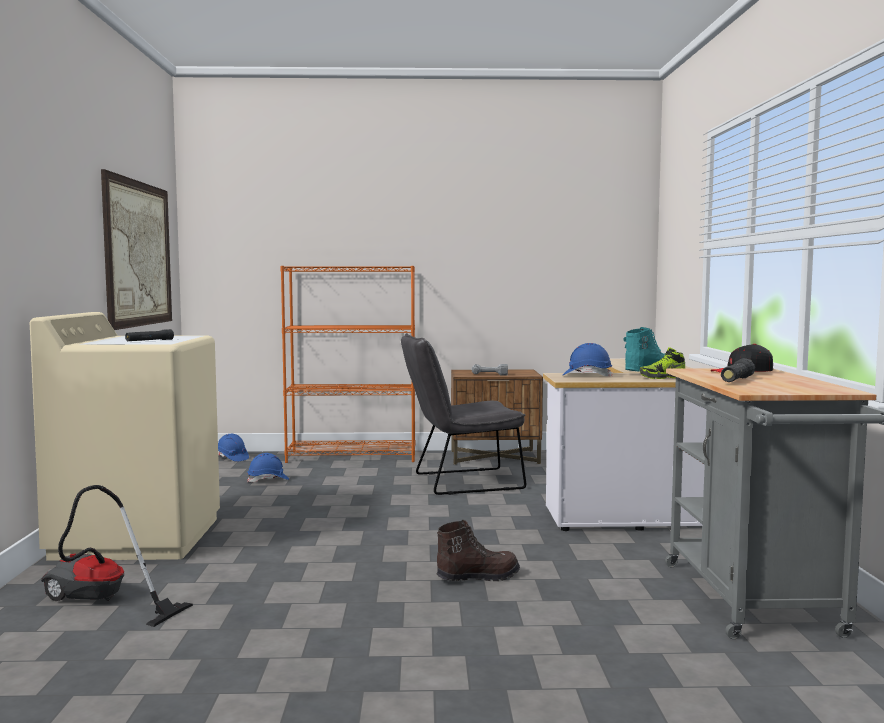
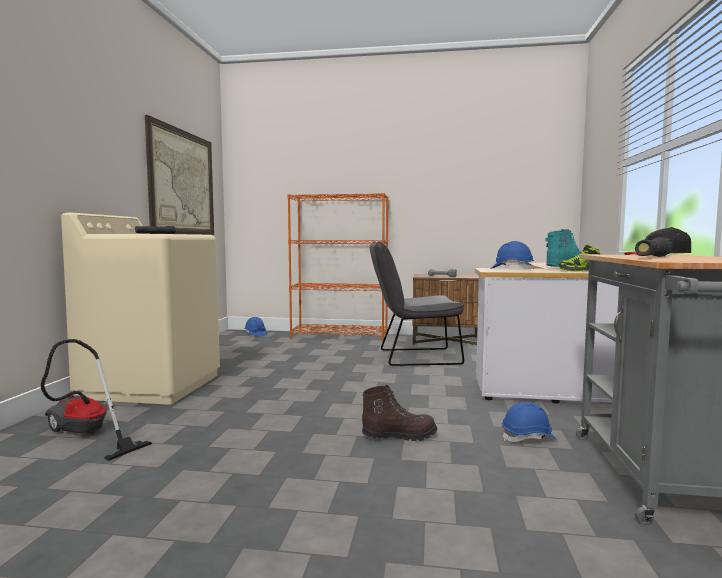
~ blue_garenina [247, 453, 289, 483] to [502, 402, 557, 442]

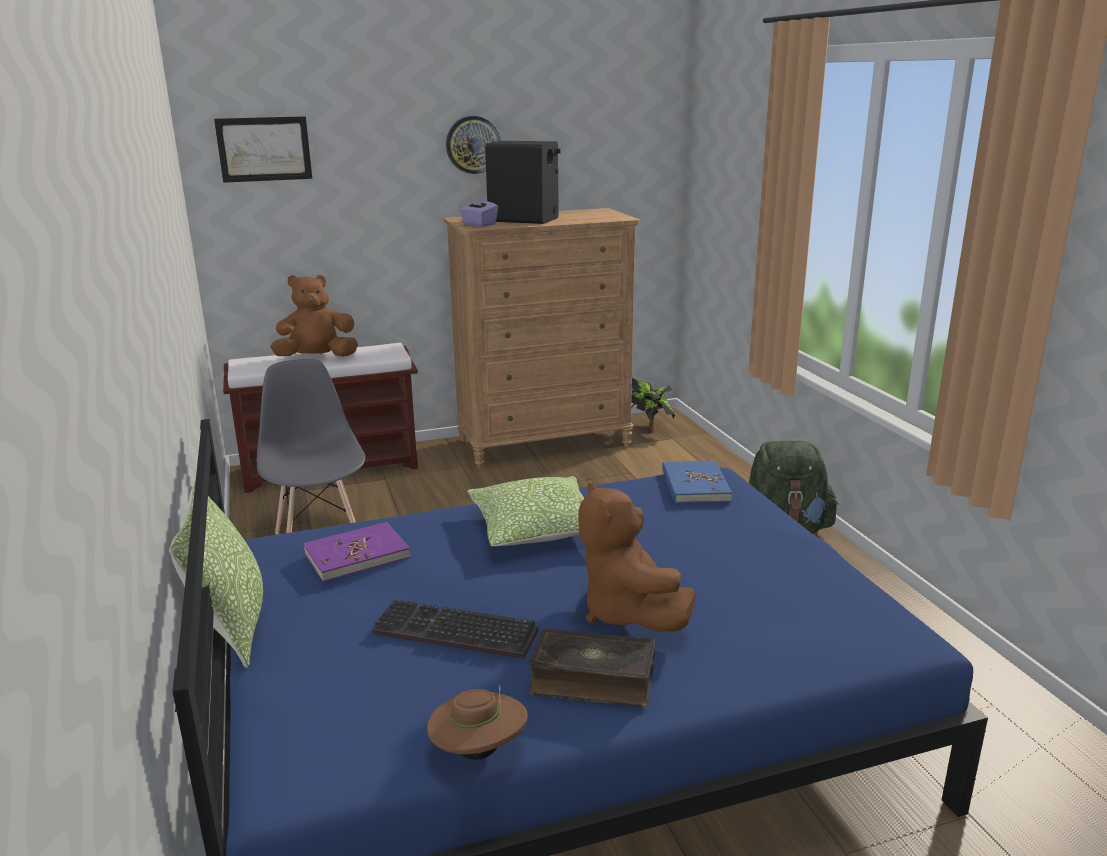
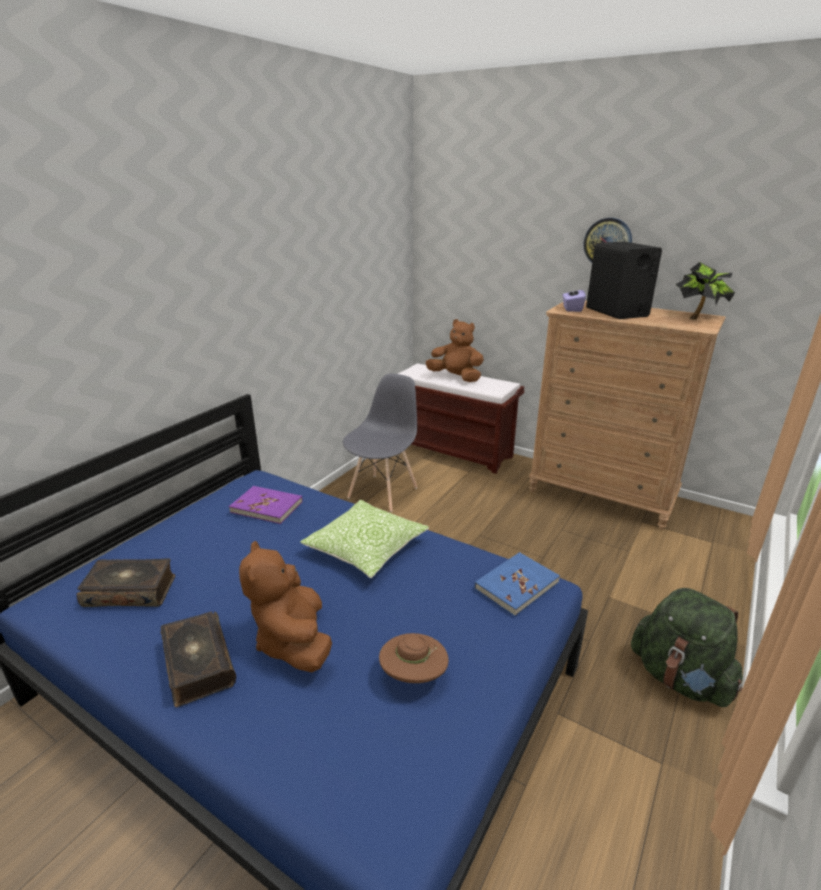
- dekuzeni [169, 481, 263, 668]
- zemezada [214, 116, 312, 183]
- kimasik [373, 600, 538, 659]
~ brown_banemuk [427, 683, 528, 760] to [379, 633, 449, 683]
~ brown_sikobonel [578, 480, 696, 632] = [239, 541, 332, 672] 45 degrees counterclockwise
~ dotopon [631, 378, 675, 434] to [675, 262, 735, 320]
+ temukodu [77, 558, 175, 607]

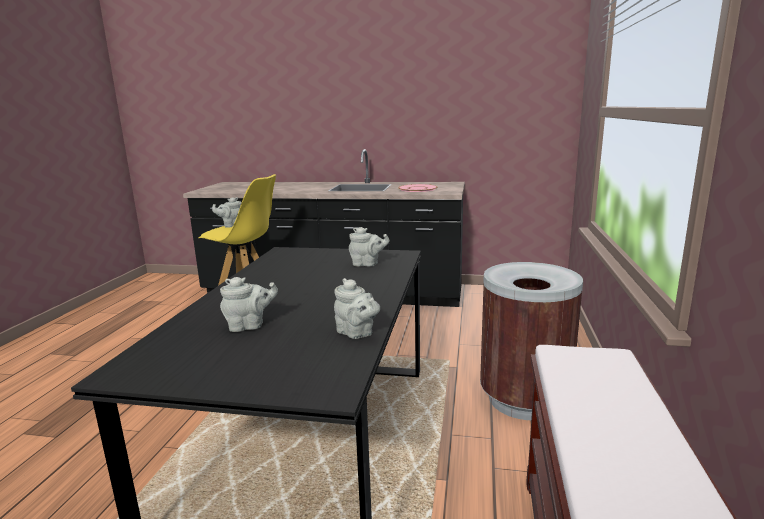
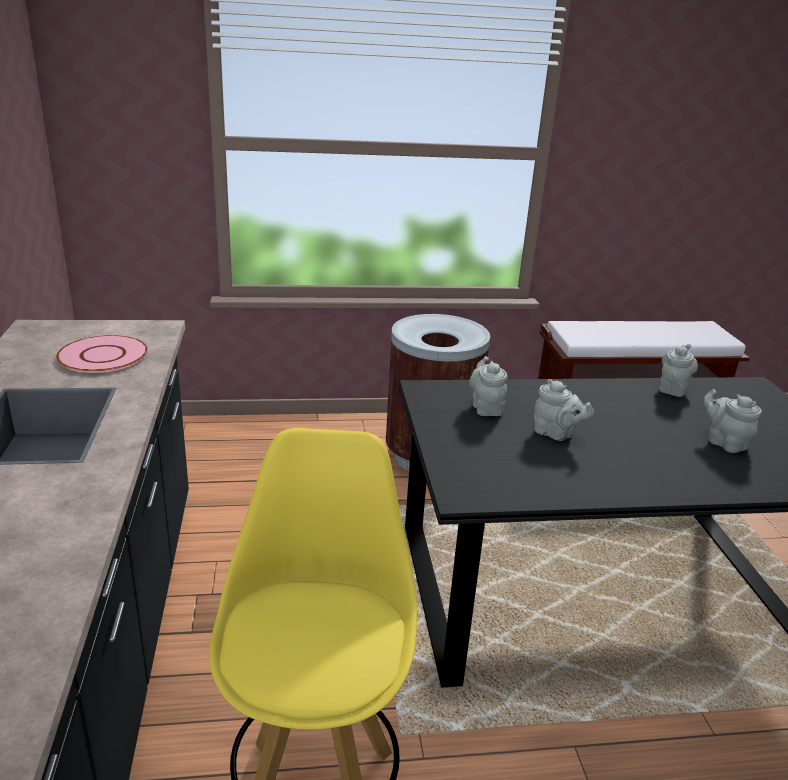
~ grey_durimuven [212, 197, 242, 228] to [534, 379, 594, 441]

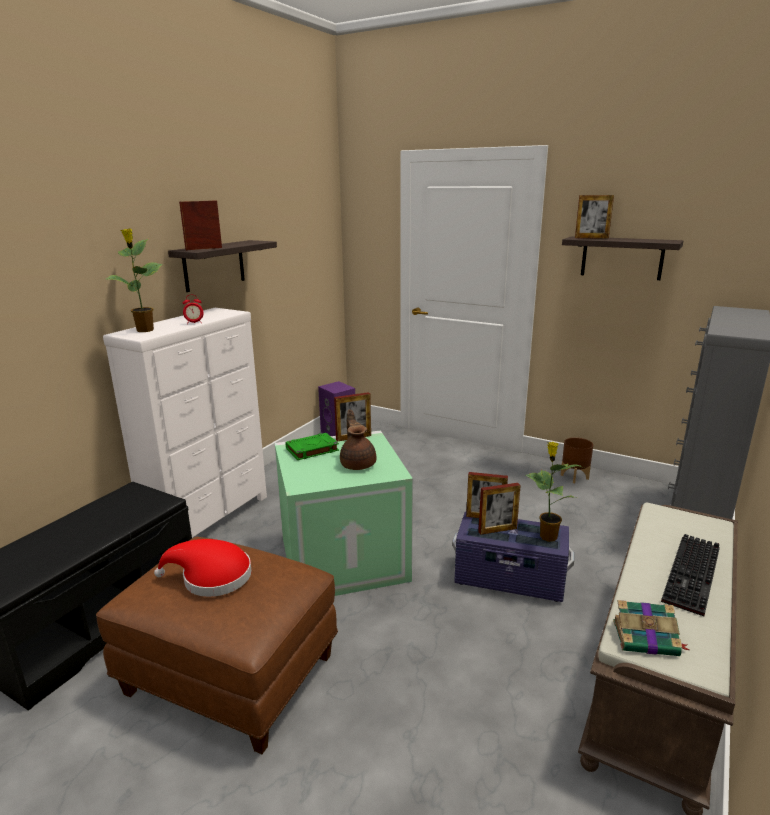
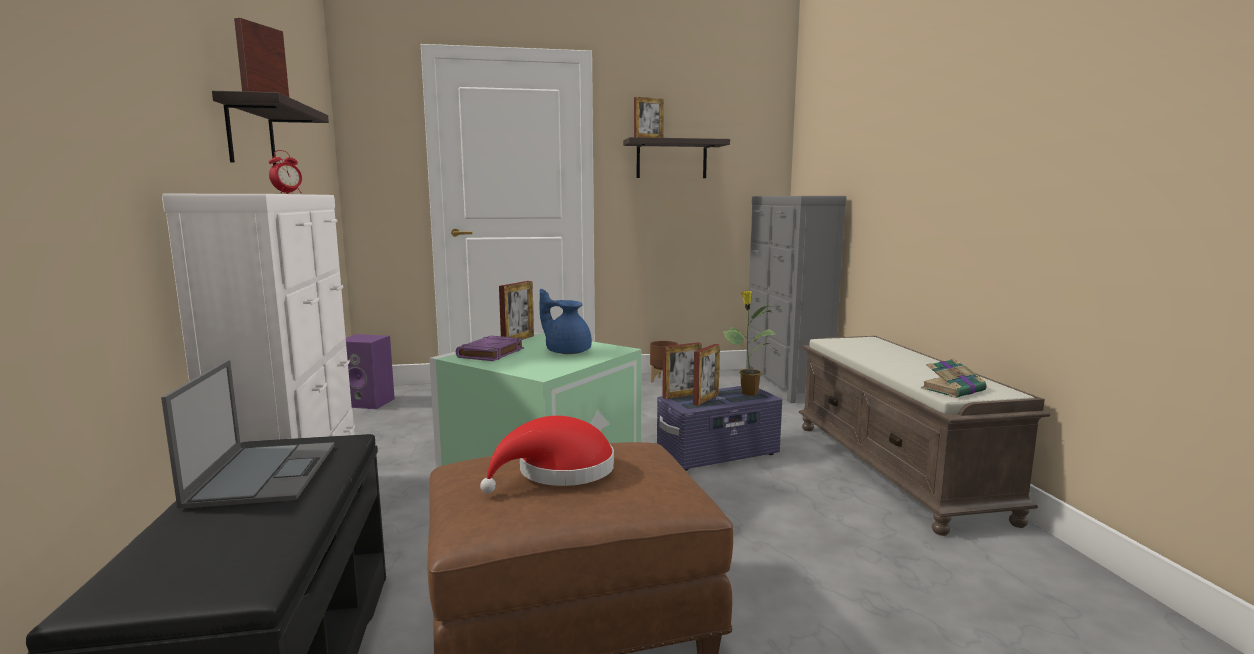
- dotopon [106, 228, 163, 332]
~ green_temukodu [285, 433, 339, 460] to purple_temukodu [456, 336, 524, 361]
~ brown_durimuven [340, 409, 376, 470] to blue_durimuven [540, 289, 592, 354]
- kimasik [661, 534, 720, 616]
+ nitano [161, 360, 334, 509]

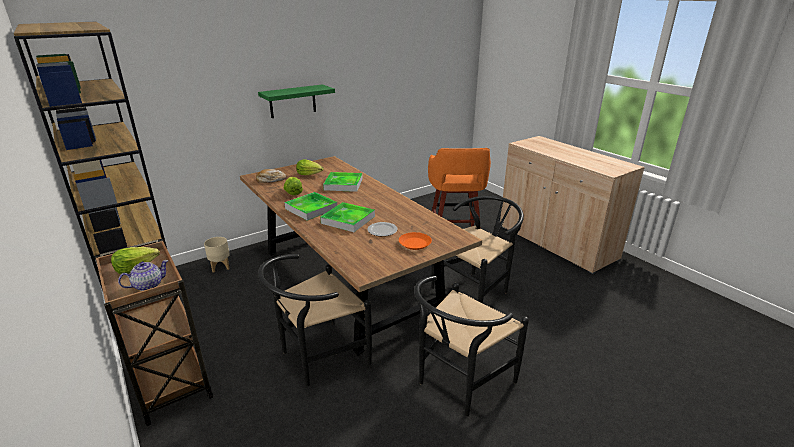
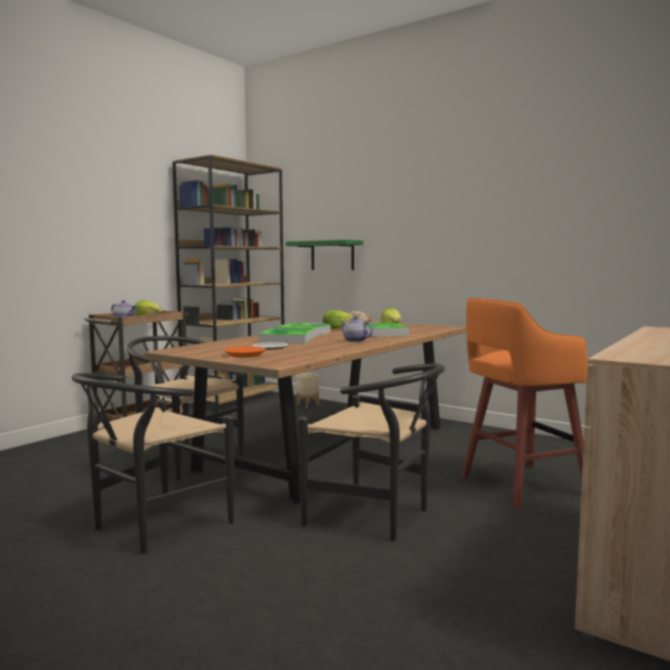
~ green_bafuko [258, 84, 335, 118] to [286, 240, 363, 270]
~ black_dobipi [414, 276, 529, 416] = [72, 373, 235, 554] 75 degrees counterclockwise
+ durimuven [340, 316, 373, 342]

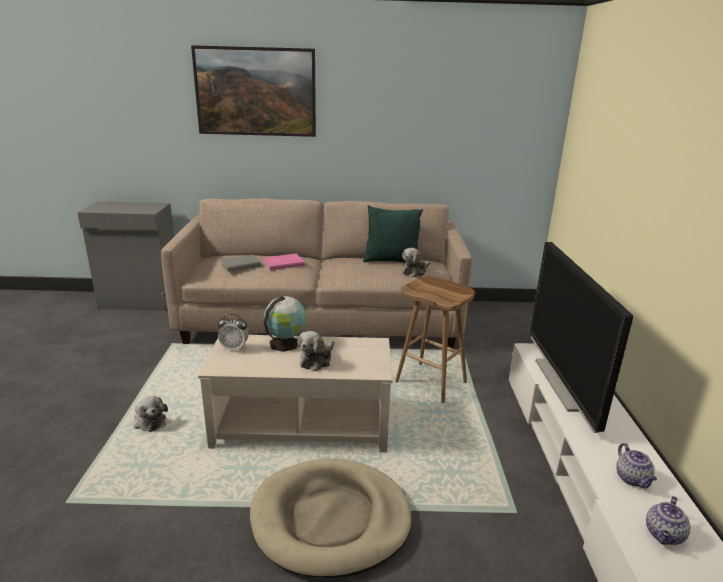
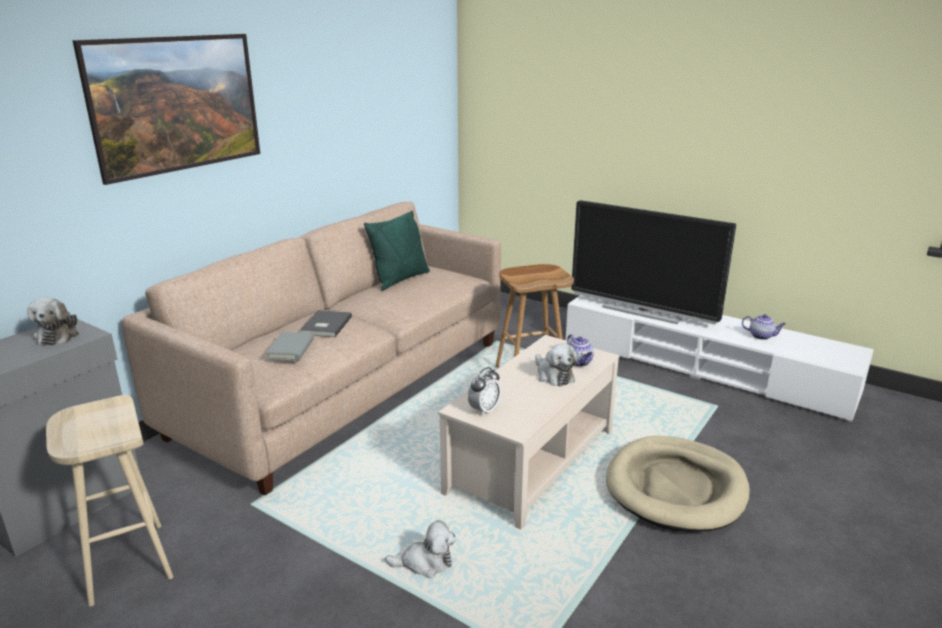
~ pink_temukodu [263, 253, 305, 270] to grey_temukodu [300, 310, 352, 337]
- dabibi [264, 296, 307, 352]
~ sikobonel [402, 248, 430, 277] to [27, 298, 79, 346]
~ durimuven [646, 496, 691, 545] to [567, 334, 594, 367]
+ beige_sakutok [46, 395, 173, 607]

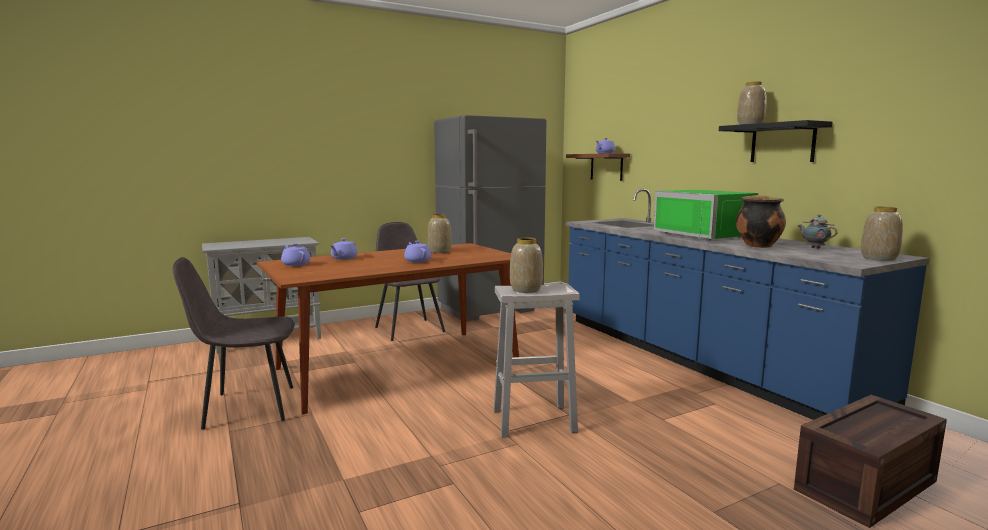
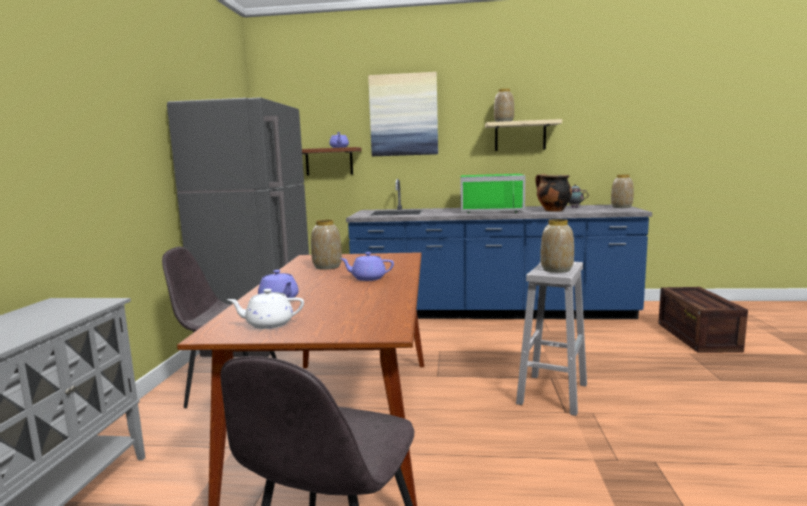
~ purple_durimuven [281, 243, 310, 266] to white_durimuven [227, 289, 304, 329]
~ black_bafuko [719, 120, 833, 162] to beige_bafuko [485, 119, 562, 151]
+ zemezada [368, 72, 438, 156]

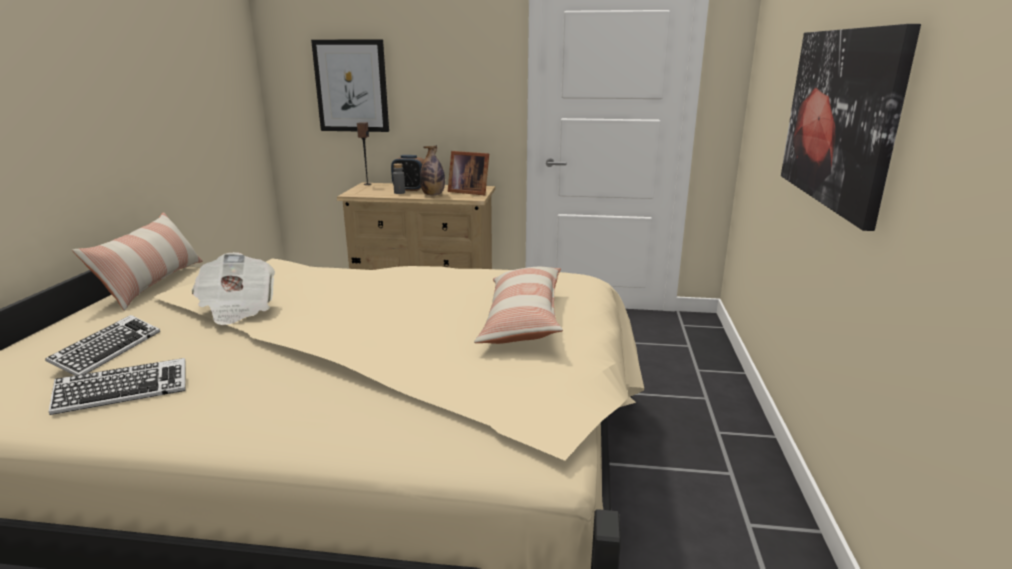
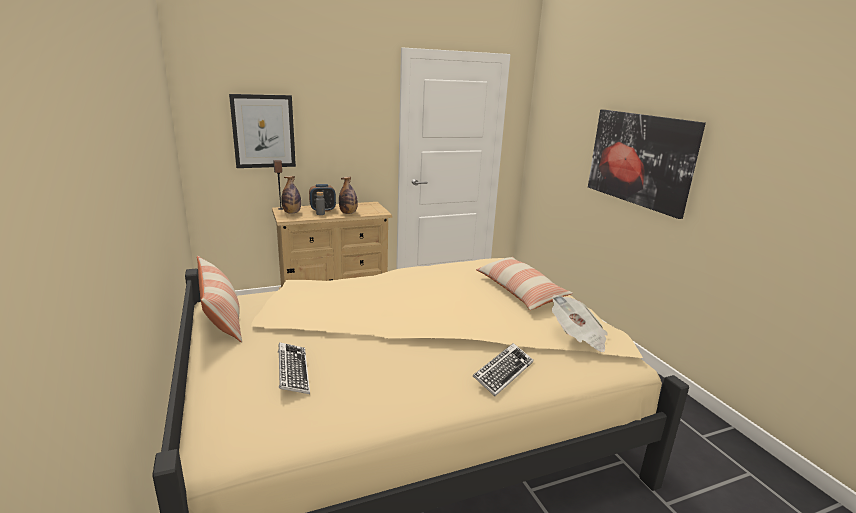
~ kimasik [49, 358, 186, 415] to [473, 343, 533, 396]
~ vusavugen [192, 252, 275, 325] to [552, 295, 608, 352]
- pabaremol [448, 151, 489, 196]
+ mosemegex [281, 176, 301, 214]

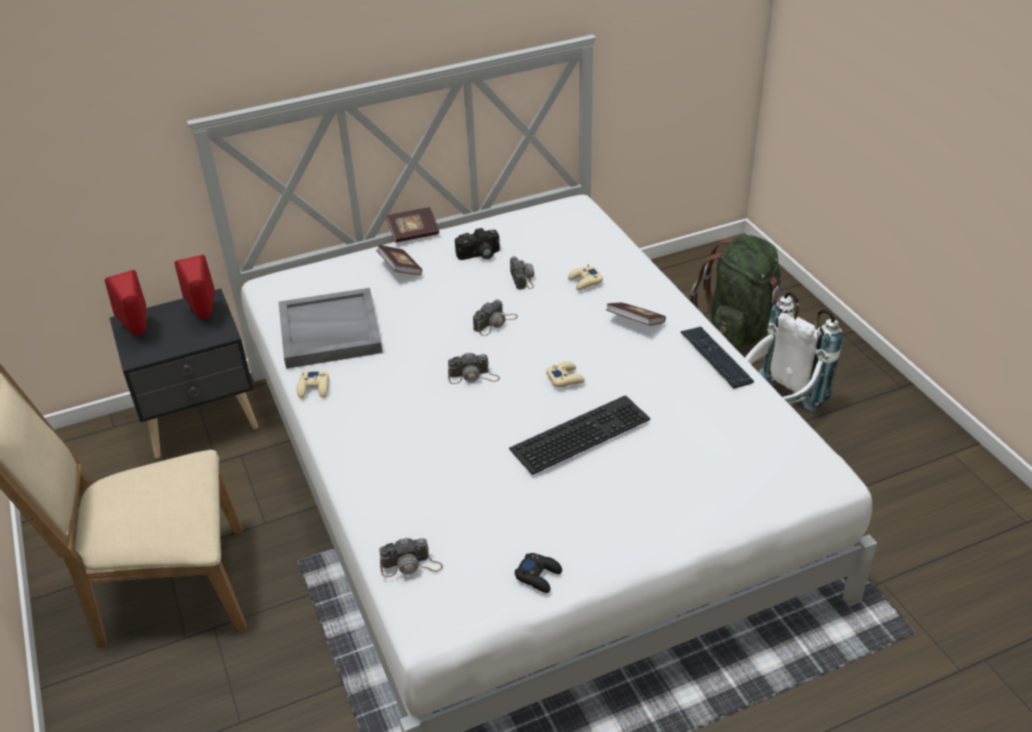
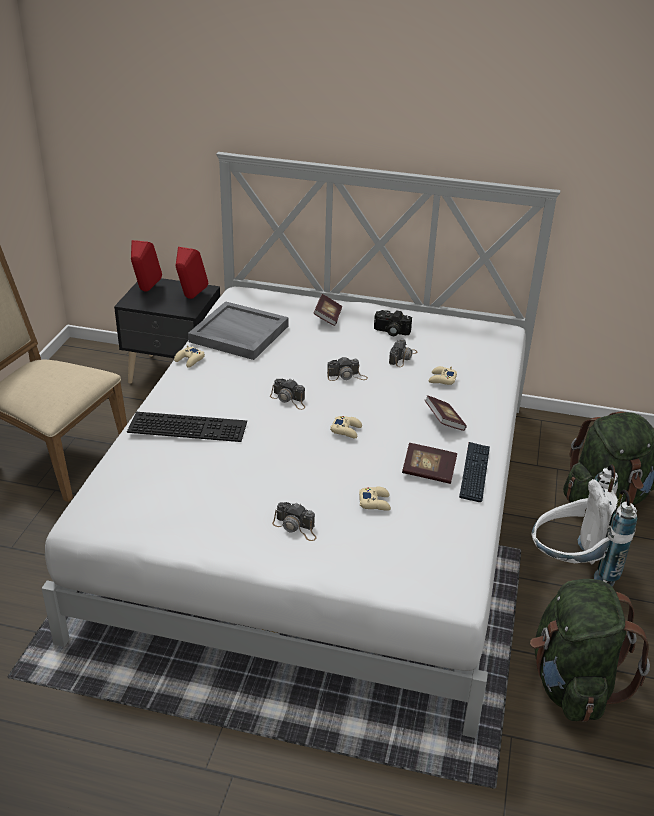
~ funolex [379, 537, 443, 577] to [272, 502, 317, 541]
~ temukodu [387, 207, 439, 243] to [402, 443, 457, 484]
~ kimasik [509, 395, 650, 475] to [127, 412, 247, 442]
- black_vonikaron [515, 553, 562, 593]
+ beige_vonikaron [359, 487, 391, 511]
+ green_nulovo [530, 579, 650, 722]

